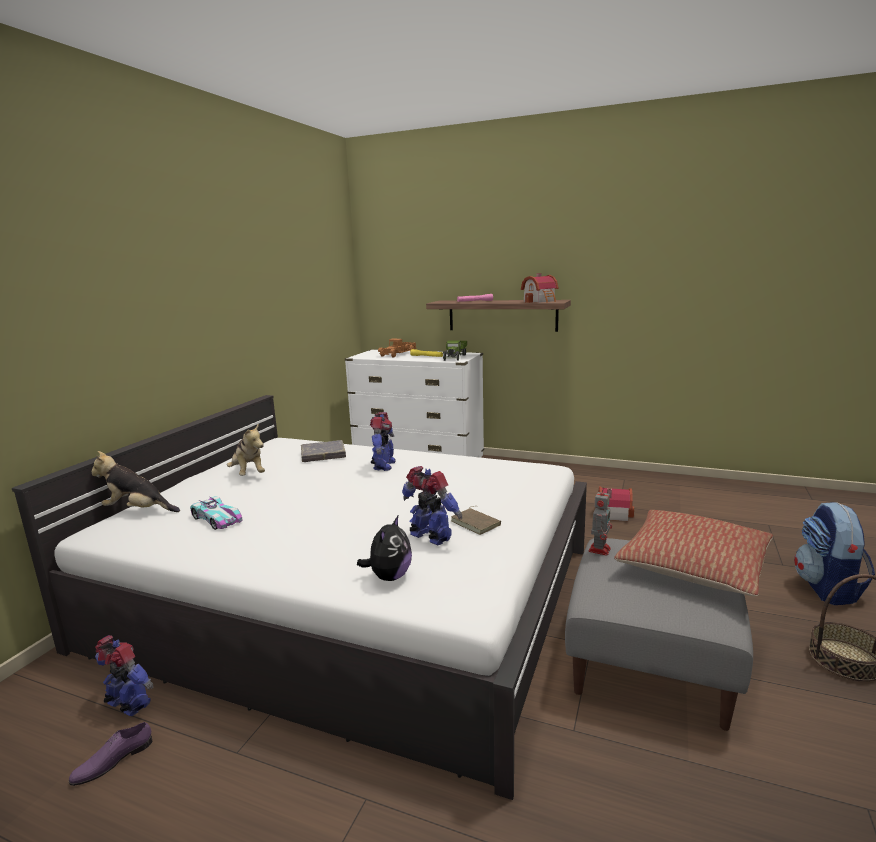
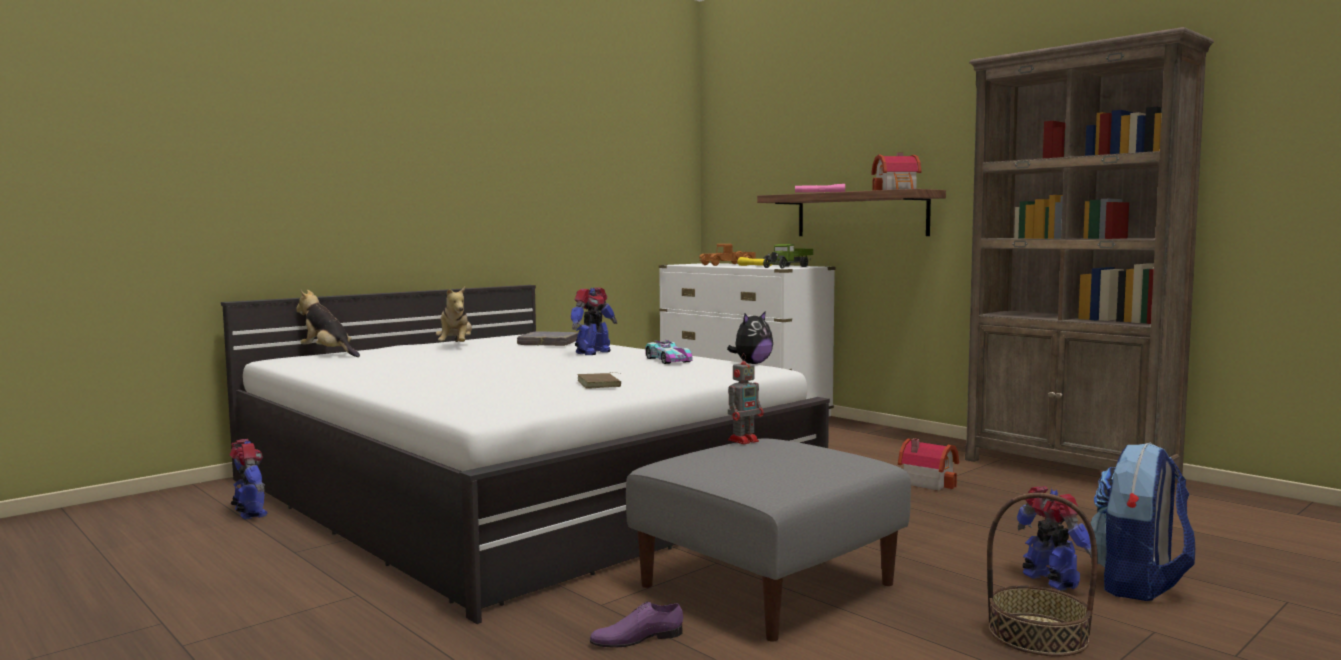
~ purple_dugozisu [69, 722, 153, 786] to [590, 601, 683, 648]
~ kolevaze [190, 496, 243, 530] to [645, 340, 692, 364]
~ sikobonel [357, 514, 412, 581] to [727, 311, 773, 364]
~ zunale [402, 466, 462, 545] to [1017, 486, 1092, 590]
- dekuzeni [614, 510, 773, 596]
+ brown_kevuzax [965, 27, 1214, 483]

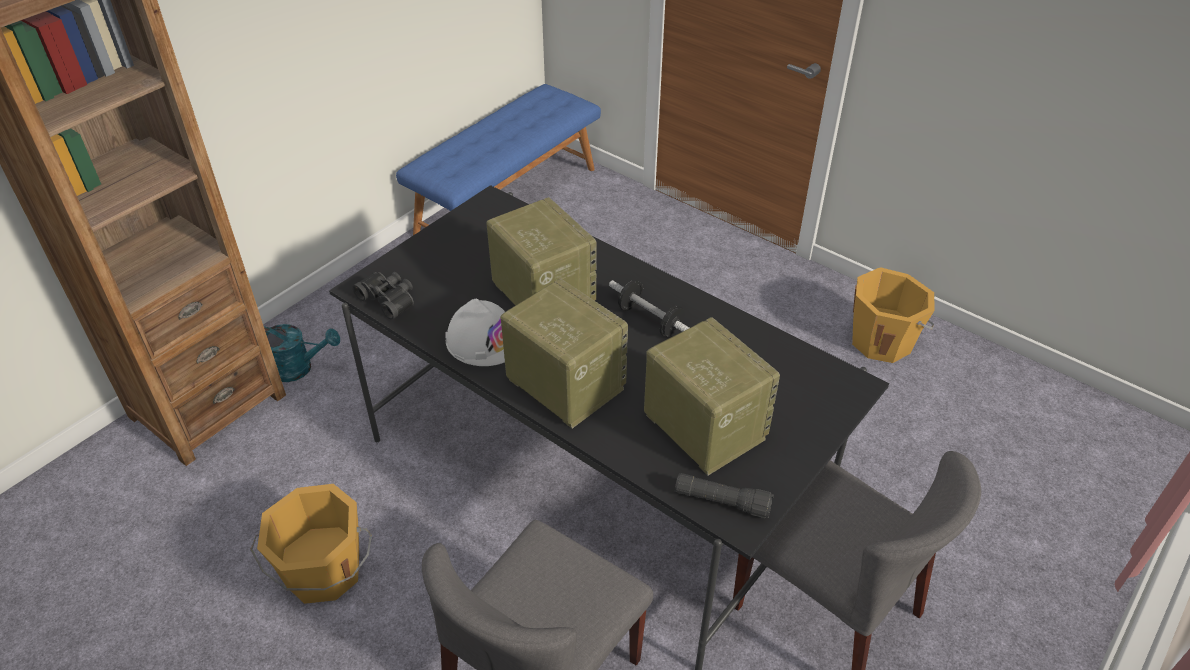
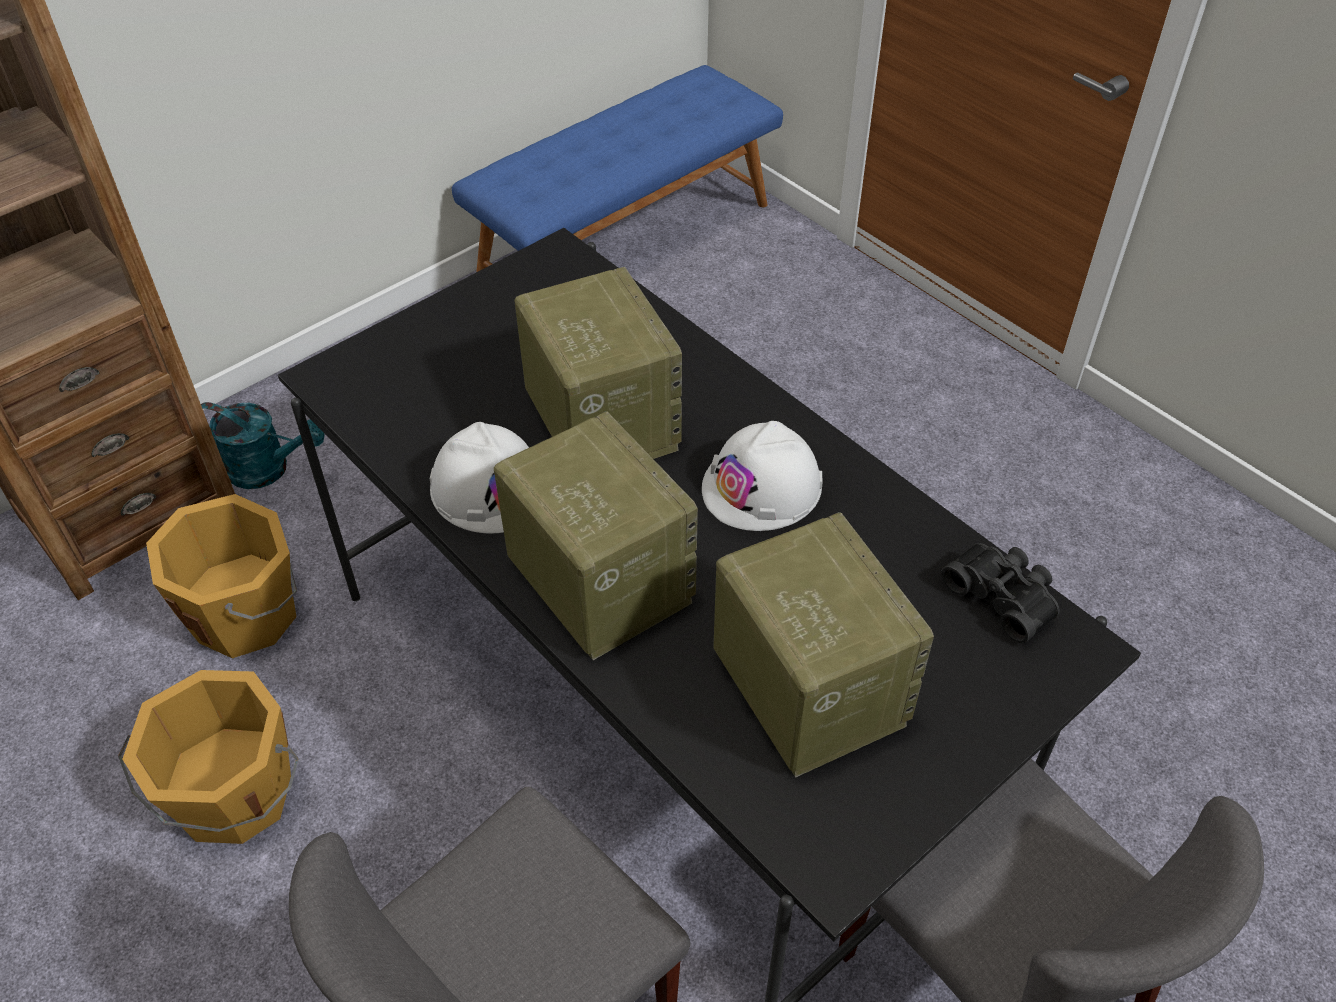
~ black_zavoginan [353, 272, 414, 320] to [941, 543, 1060, 644]
~ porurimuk [609, 280, 689, 336] to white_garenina [702, 421, 822, 531]
- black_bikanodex [675, 473, 774, 518]
~ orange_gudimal [852, 267, 935, 363] to [146, 494, 297, 658]

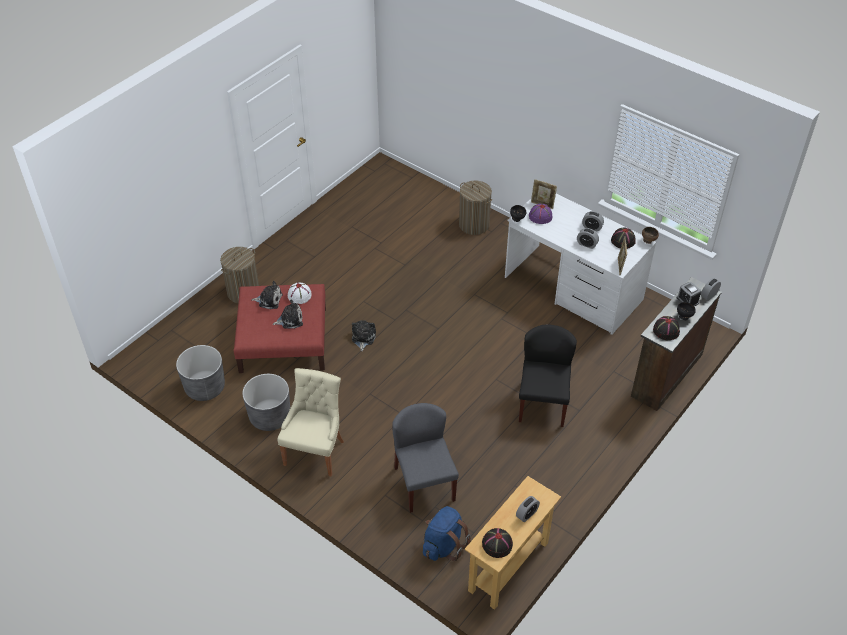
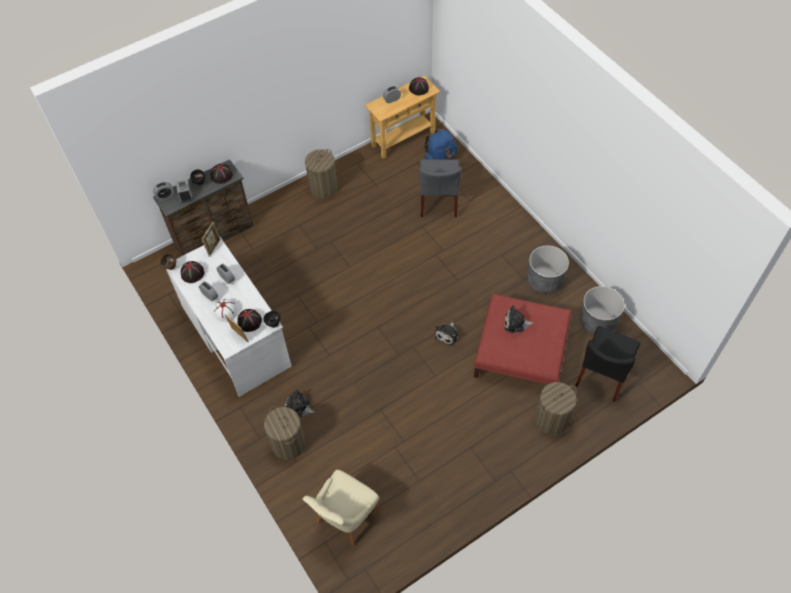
~ sikobonel [252, 281, 283, 309] to [285, 389, 315, 418]
~ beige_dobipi [277, 368, 344, 477] to [303, 470, 379, 546]
~ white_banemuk [288, 283, 312, 304] to [214, 299, 238, 322]
~ black_dobipi [519, 324, 577, 427] to [575, 326, 640, 402]
~ purple_banemuk [529, 203, 552, 224] to black_banemuk [237, 309, 262, 332]
+ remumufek [305, 149, 338, 199]

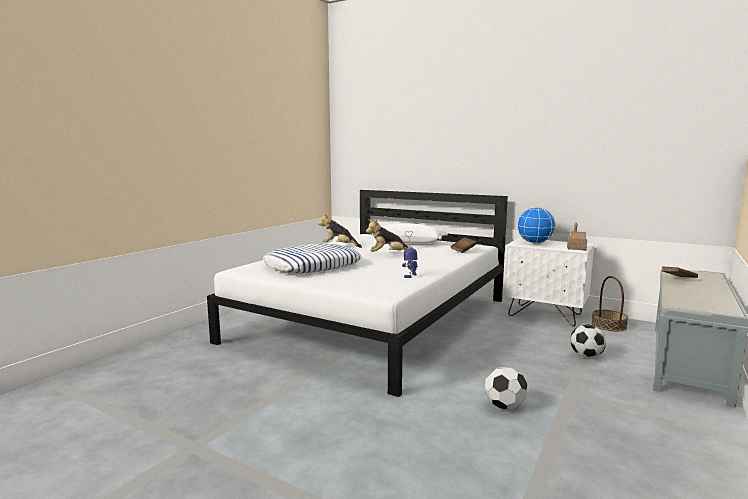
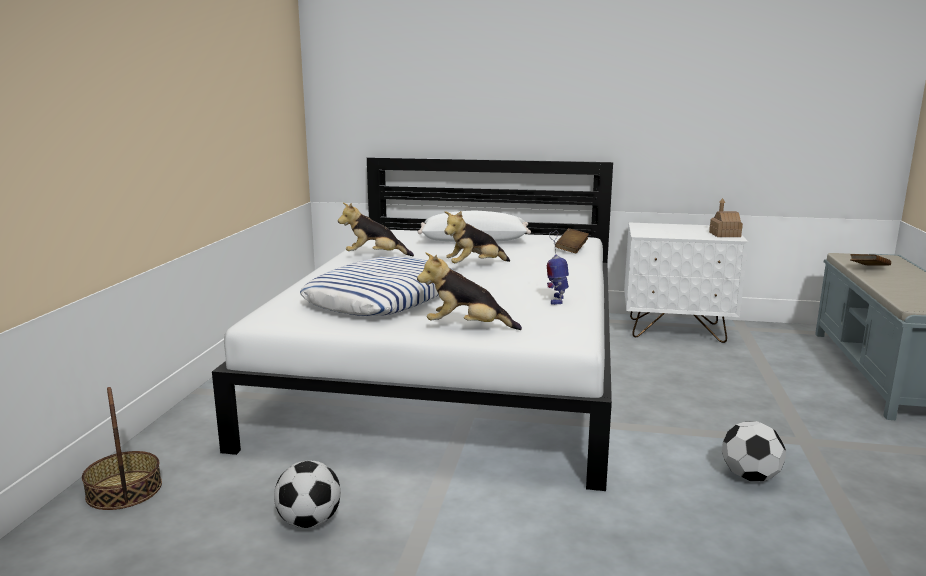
- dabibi [517, 207, 556, 244]
~ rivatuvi [570, 324, 606, 358] to [274, 461, 341, 528]
~ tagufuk [591, 276, 628, 331] to [82, 387, 162, 510]
+ sikobonel [417, 252, 522, 330]

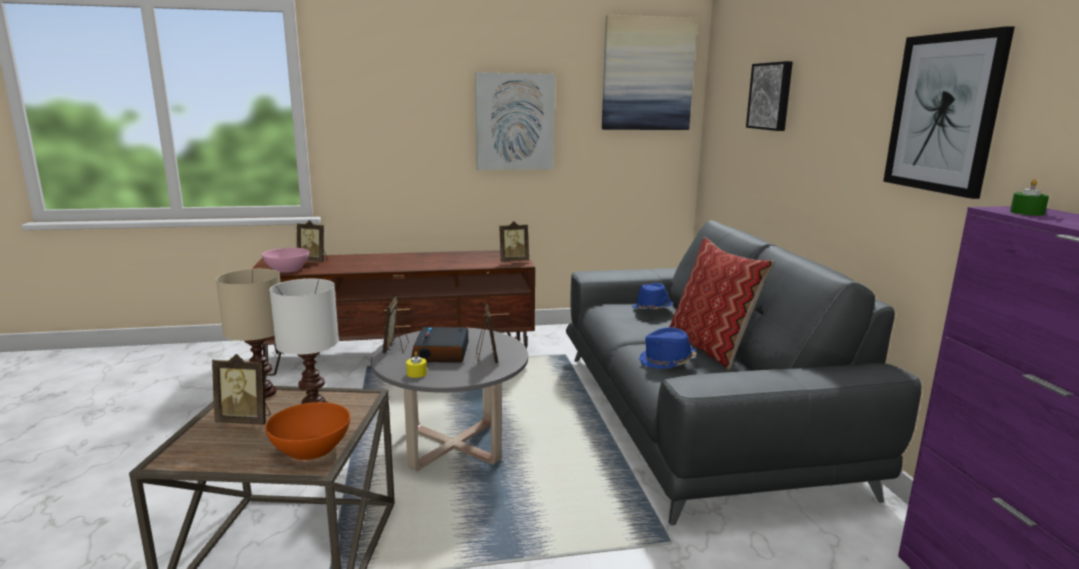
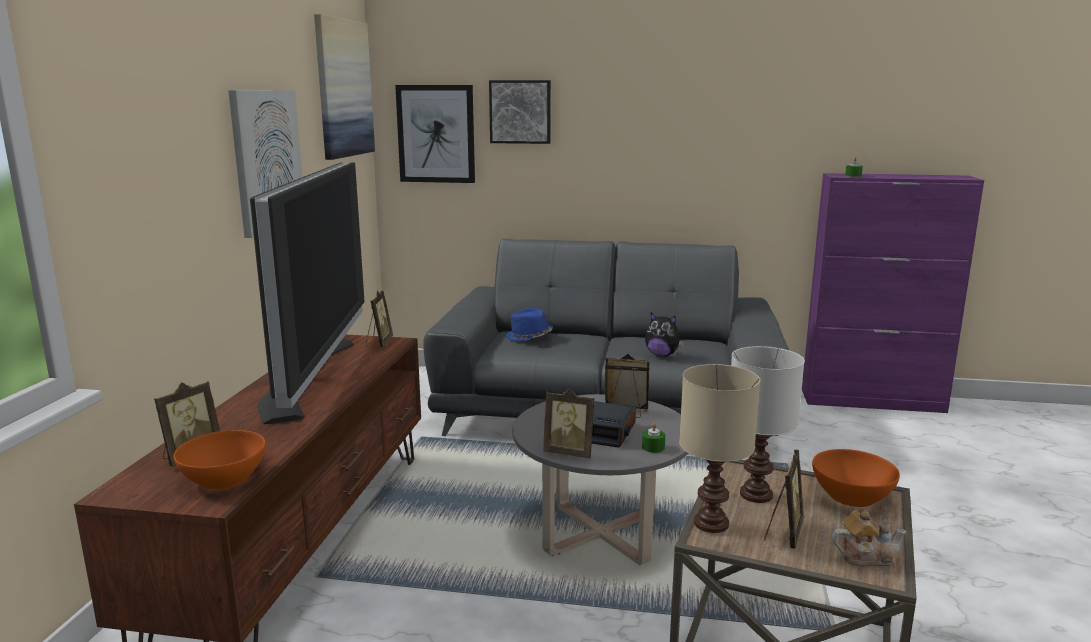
~ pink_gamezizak [262, 248, 309, 273] to orange_gamezizak [173, 430, 266, 490]
~ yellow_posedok [406, 351, 427, 378] to green_posedok [642, 422, 665, 453]
~ blue_banemuk [639, 327, 697, 369] to sikobonel [645, 313, 685, 357]
- dekuzeni [669, 237, 775, 370]
~ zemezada [883, 26, 1015, 199] to [395, 85, 475, 183]
+ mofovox [250, 162, 364, 424]
+ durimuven [832, 510, 906, 566]

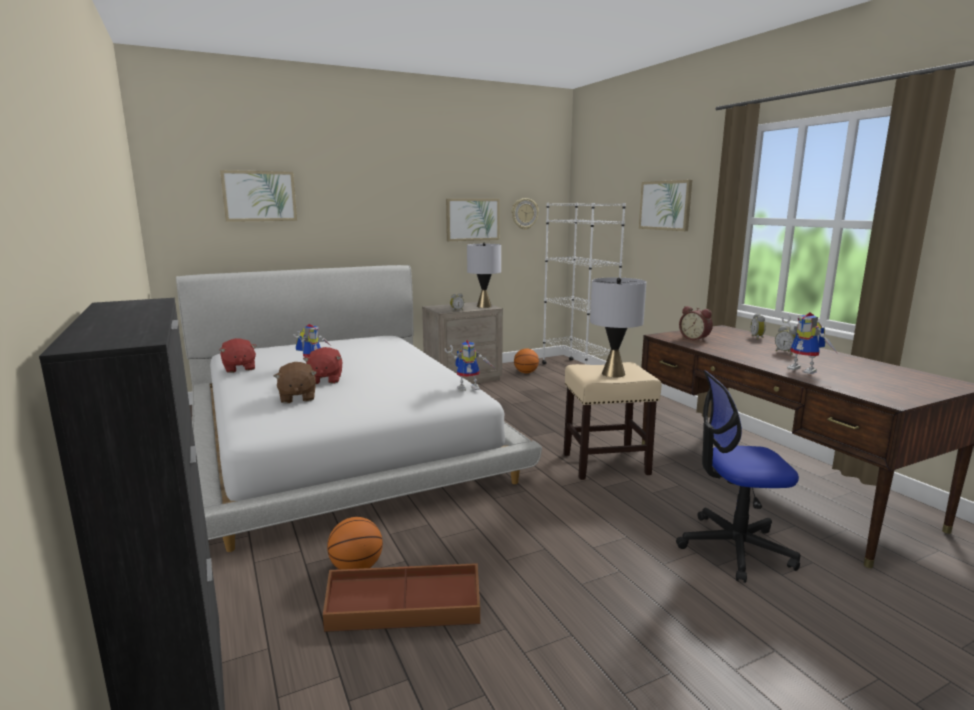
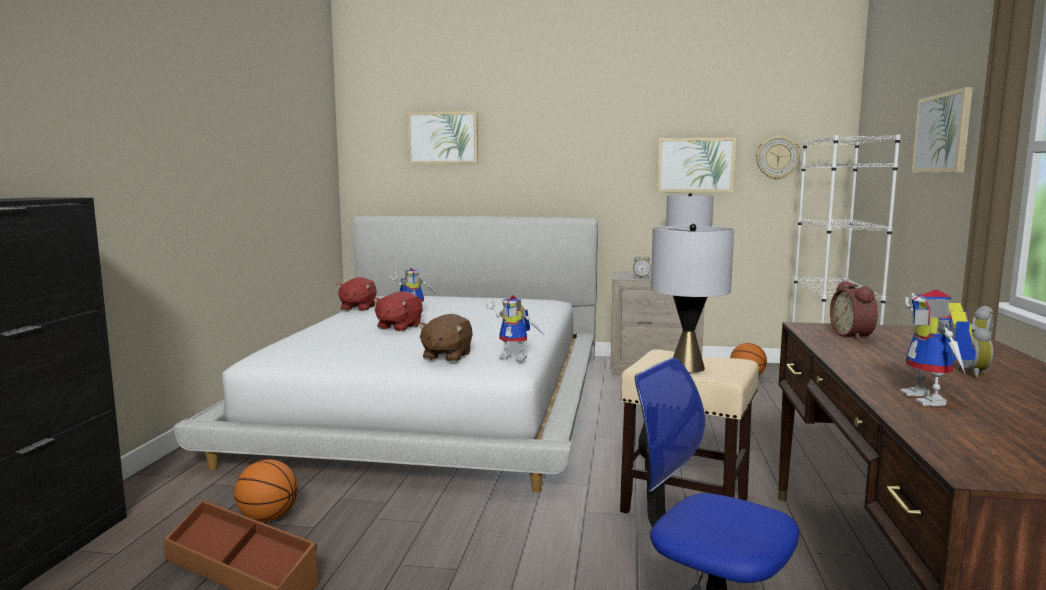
~ brown_sikobonel [274, 362, 317, 404] to [418, 314, 473, 362]

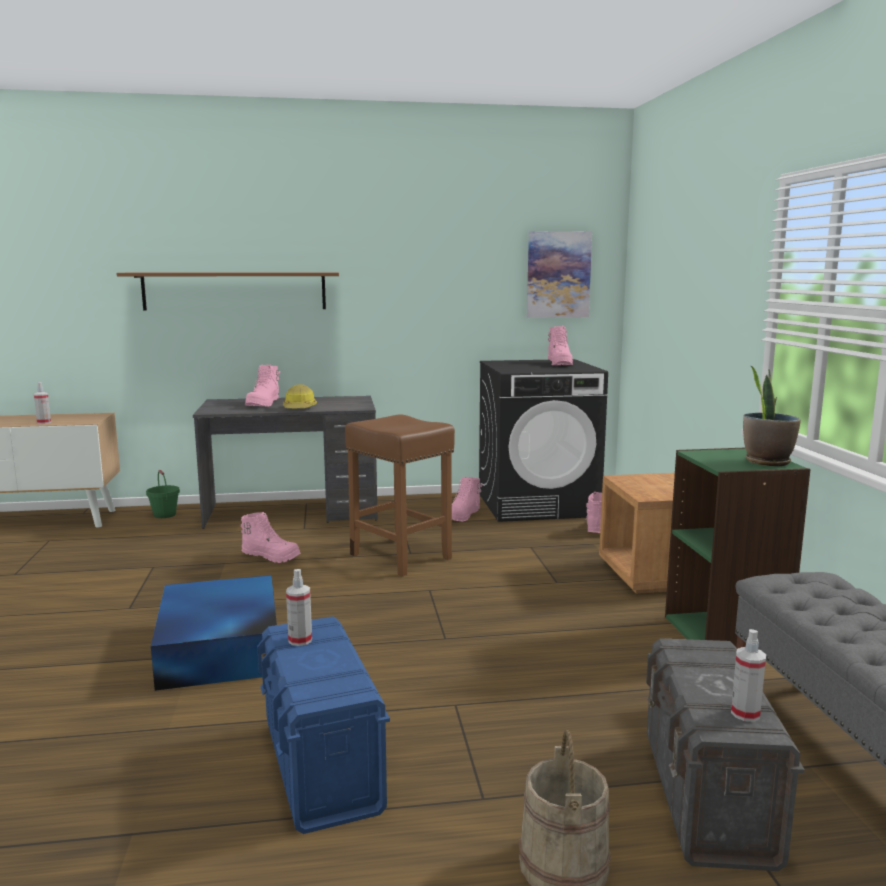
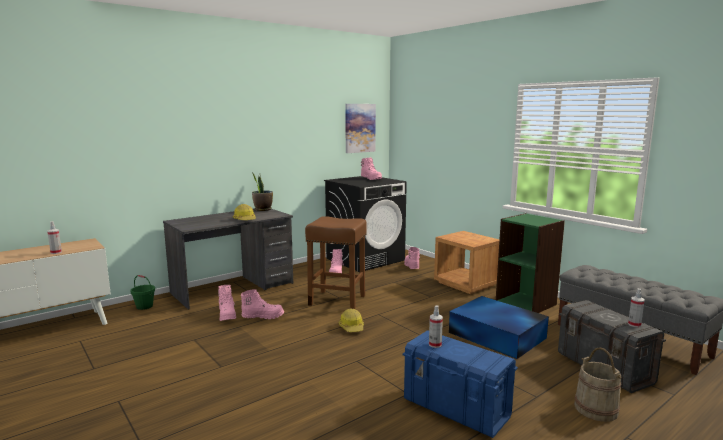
- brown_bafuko [116, 272, 339, 311]
~ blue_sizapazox [151, 575, 277, 691] to [449, 296, 549, 359]
~ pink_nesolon [245, 364, 280, 406] to [218, 285, 236, 321]
~ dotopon [743, 365, 801, 466] to [252, 174, 273, 211]
+ garenina [339, 309, 364, 332]

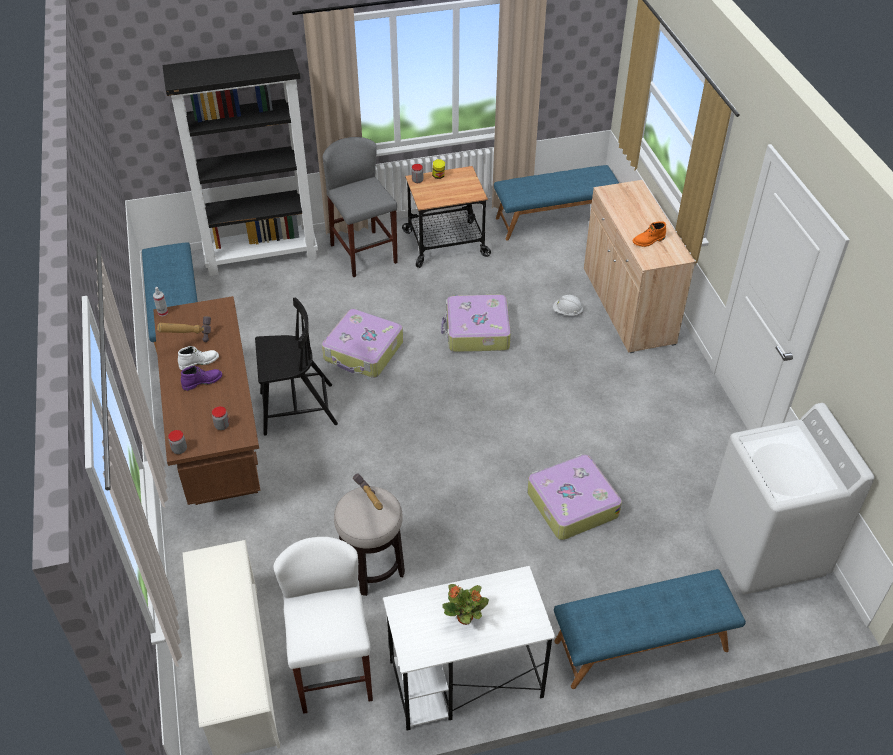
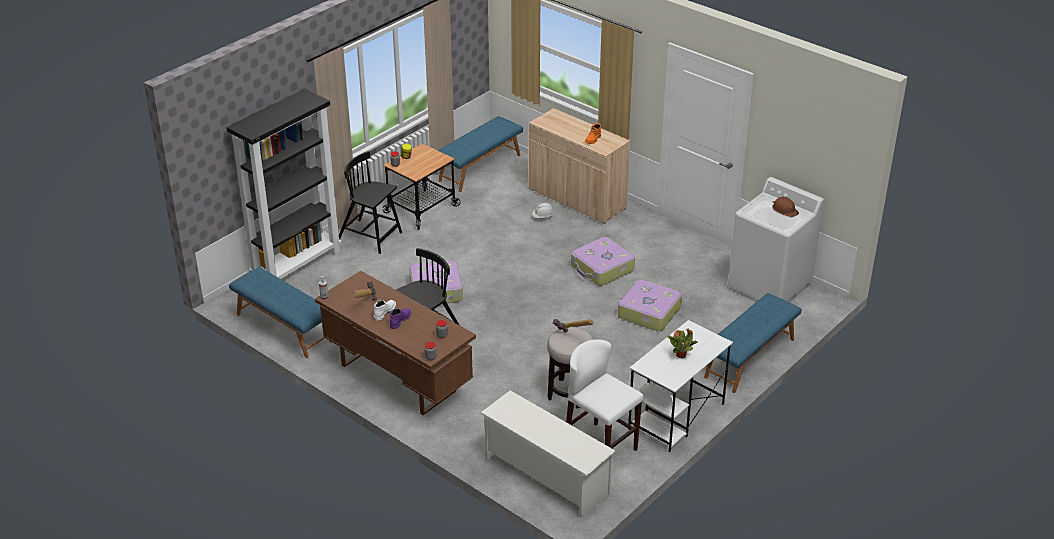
~ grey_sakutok [323, 137, 398, 277] to black_dobipi [339, 151, 402, 254]
~ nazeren [441, 295, 511, 352] to [571, 237, 635, 286]
+ brown_garenina [772, 197, 799, 217]

